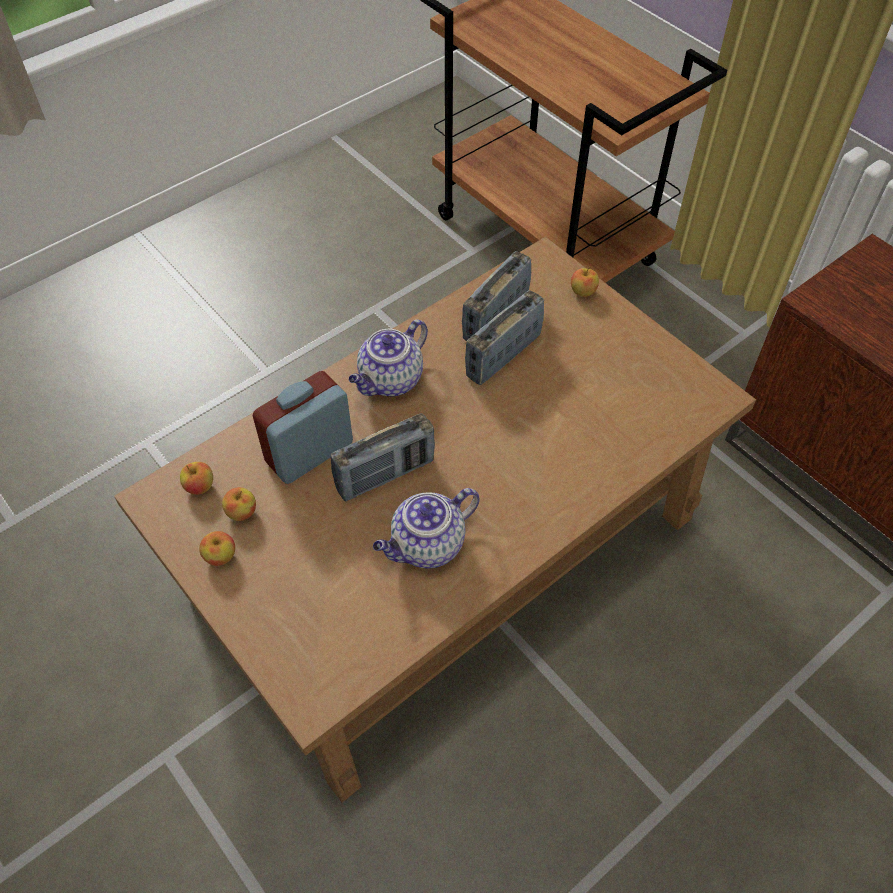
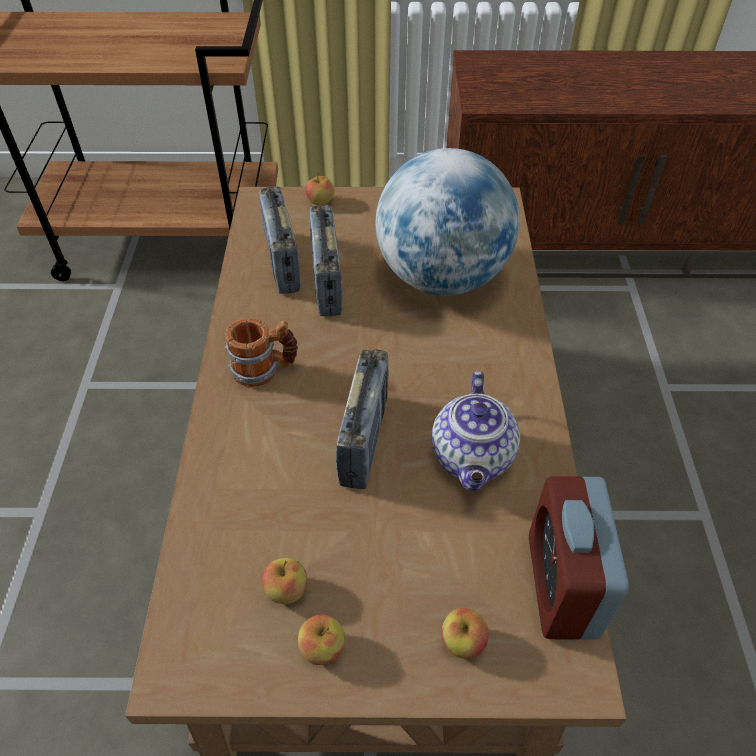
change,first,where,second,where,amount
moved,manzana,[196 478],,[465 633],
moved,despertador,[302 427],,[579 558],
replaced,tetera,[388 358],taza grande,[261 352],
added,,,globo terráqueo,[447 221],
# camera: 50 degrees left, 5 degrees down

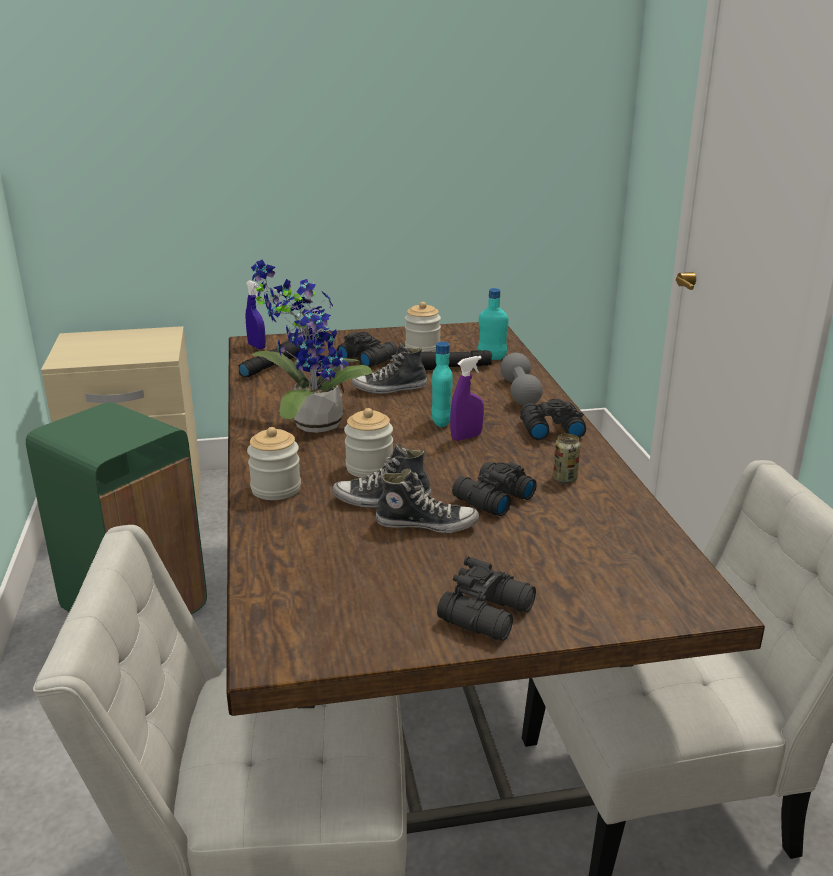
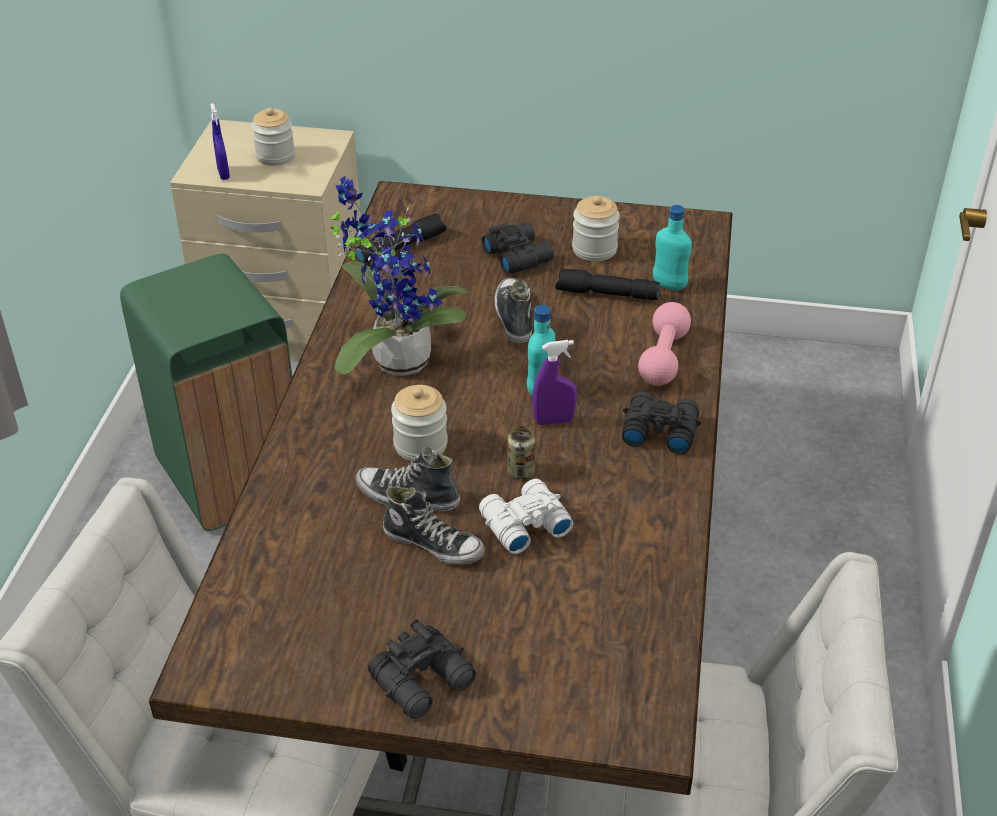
change,first,where,second,where,amount
moved,pulverizador [azul],[256 315],,[220 141],
moved,tarro,[274 463],,[273 137],
turned,zapato,[389 368],,[513 310],75 degrees clockwise
recoloured,prismáticos [negro],[494 489],prismáticos [blanco],[526 516],
recoloured,mancuerna [gris],[521 379],mancuerna [rosa],[664 344],
moved,lata,[566 458],,[521 452],
# camera: 20 degrees right, 15 degrees up

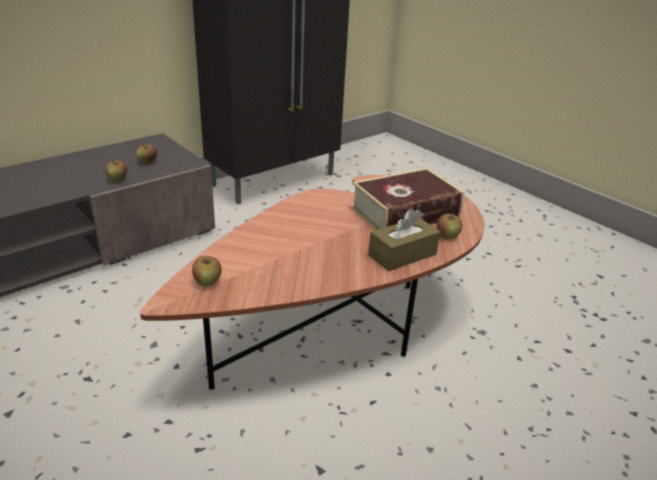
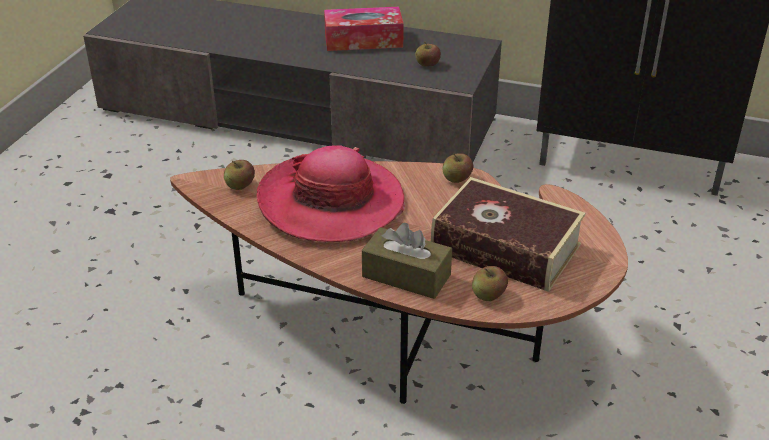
change,first,where,second,where,amount
moved,manzana,[116 171],,[458 168],
added,,,sombrero,[331 193],
added,,,caja de pañuelos,[364 29],
# camera: 60 degrees right, 5 degrees up

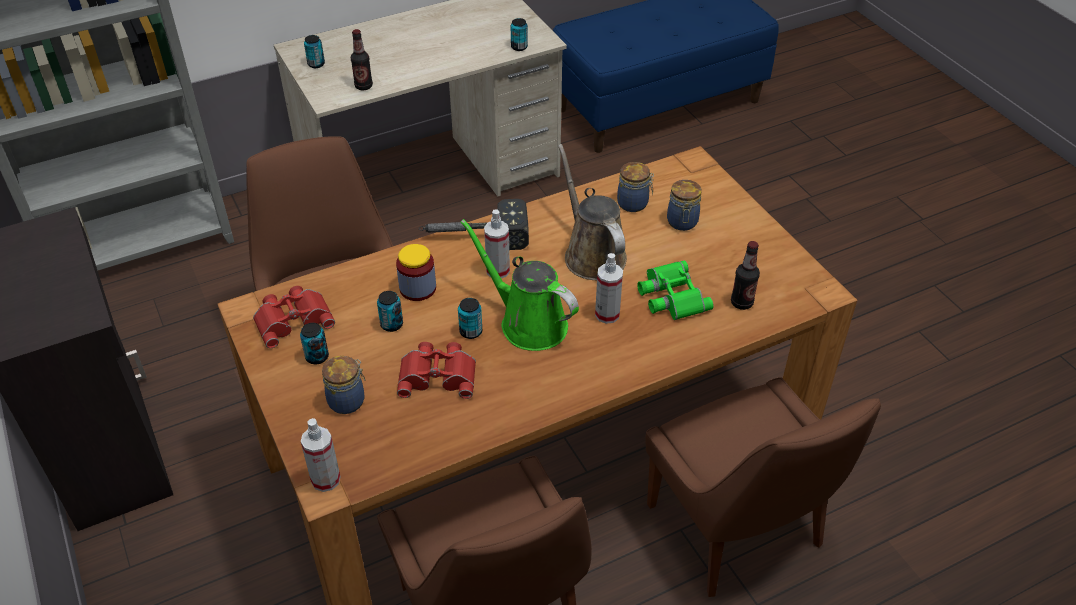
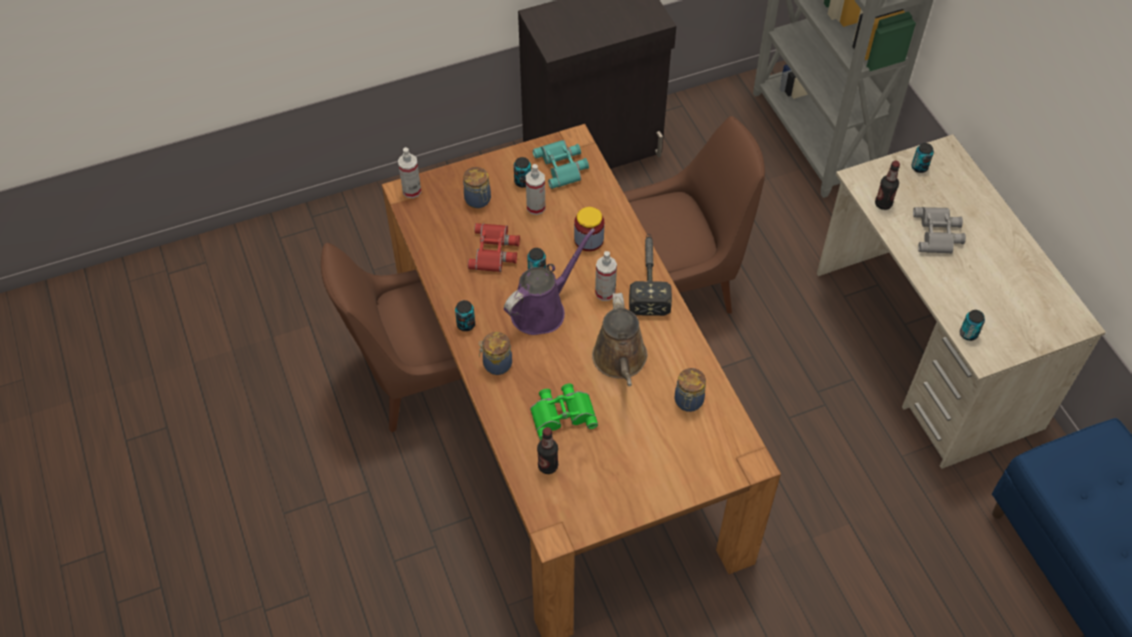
change,first,where,second,where,amount
recoloured,prismáticos [rojo],[294 317],prismáticos [turquesa],[561 164],
moved,lata,[390 311],,[465 315],
recoloured,regadera [verde],[520 285],regadera [morado],[550 281],
turned,regadera [marrón],[592 212],,[619 339],105 degrees clockwise
moved,pulverizador,[609 288],,[535 189],
removed,silla [marrón],[763 487],,,
moved,tarro,[684 205],,[495 353],
added,,,prismáticos [gris],[939 230],
# camera: 95 degrees right, 10 degrees up

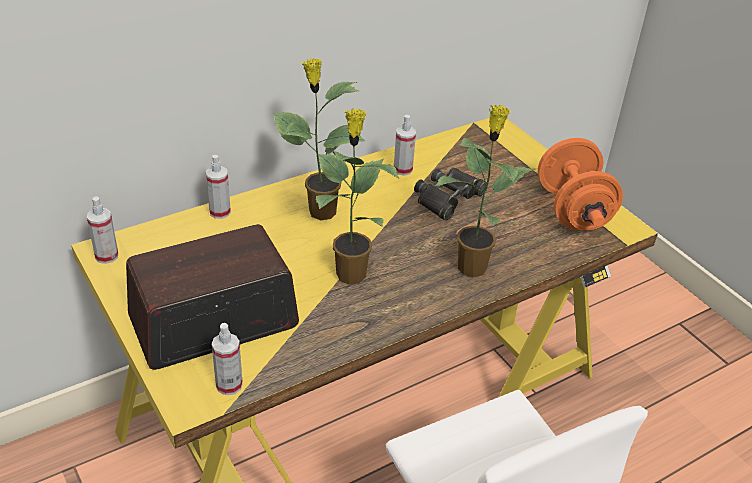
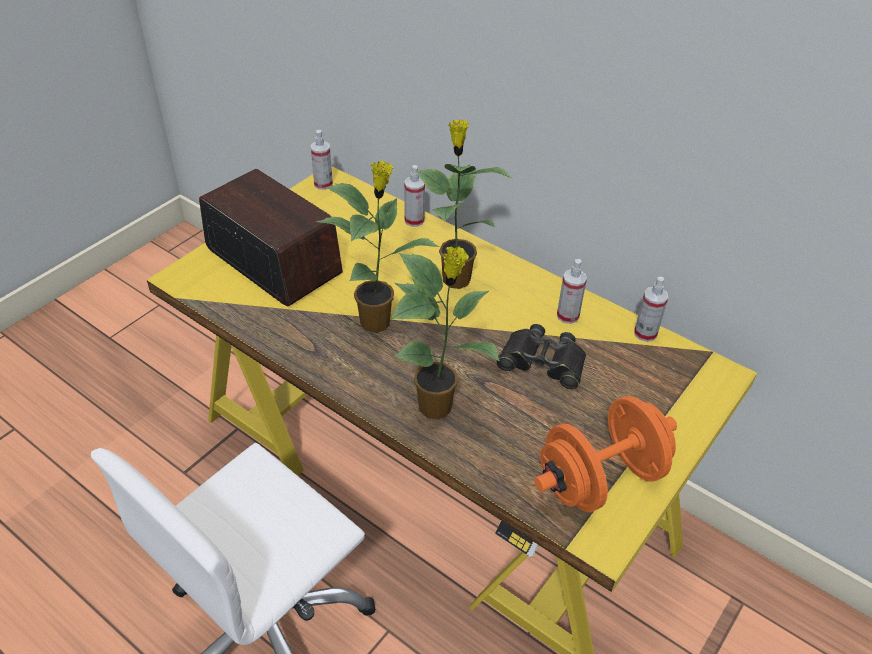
change,first,where,second,where,amount
moved,pulverizador,[227 359],,[651 309],
# camera: 70 degrees right, 5 degrees up

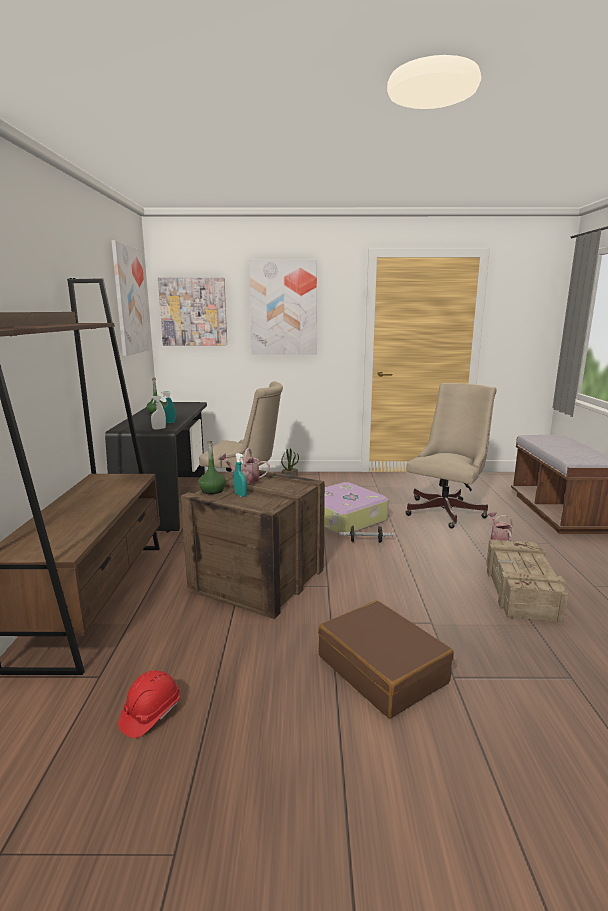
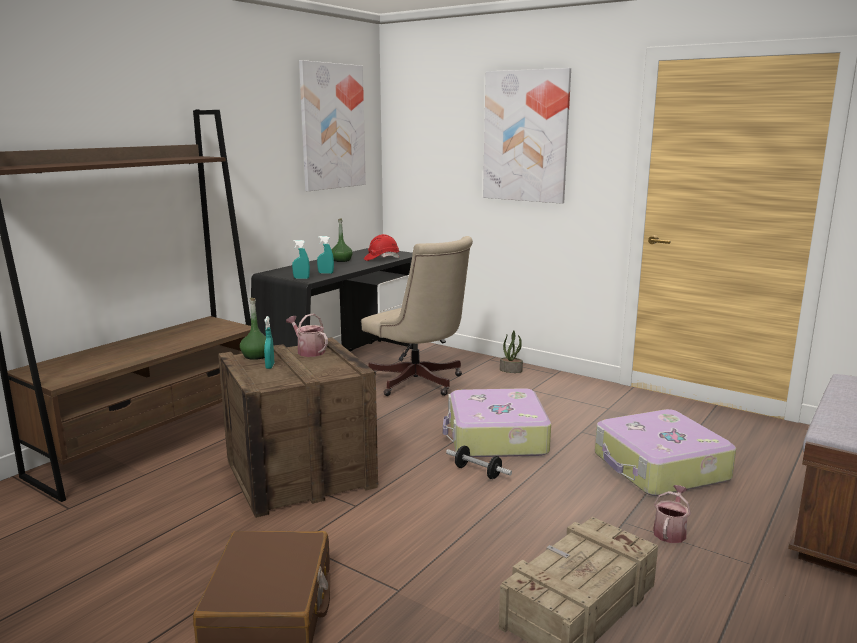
change,first,where,second,where,amount
moved,casco [rojo],[149 704],,[381 247],
recoloured,pulverizador [blanco],[158 413],pulverizador [turquesa],[301 259],
removed,cuadro,[192 311],,,
replaced,silla de oficina [beis],[451 455],maleta,[665 452],
# camera: 35 degrees right, 0 degrees up

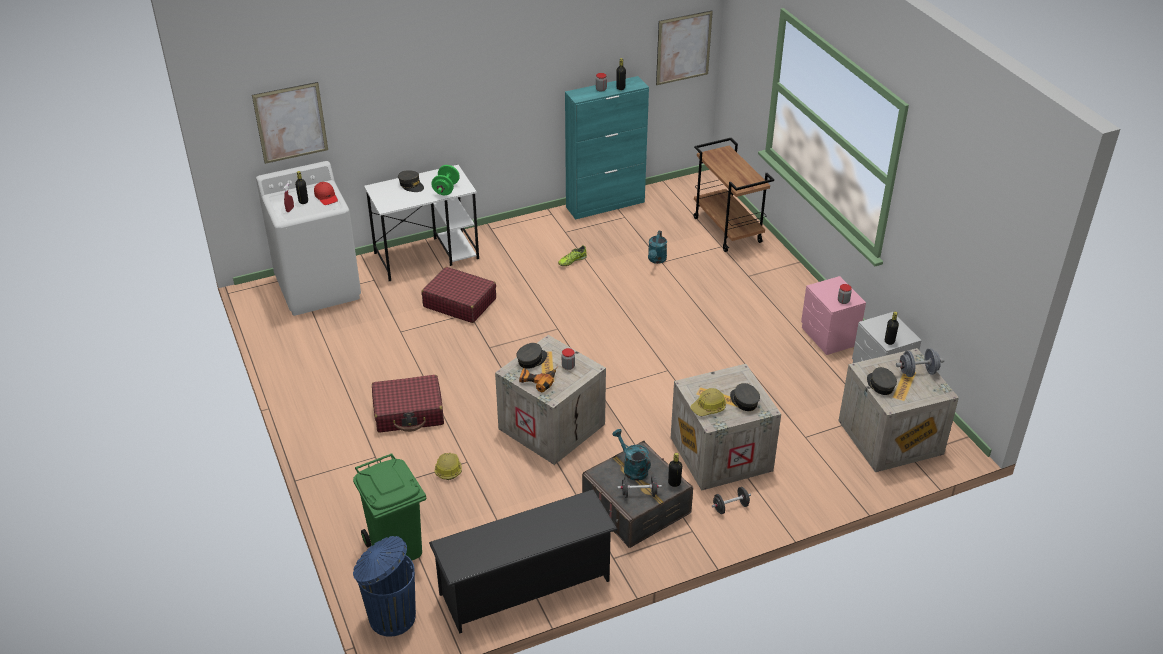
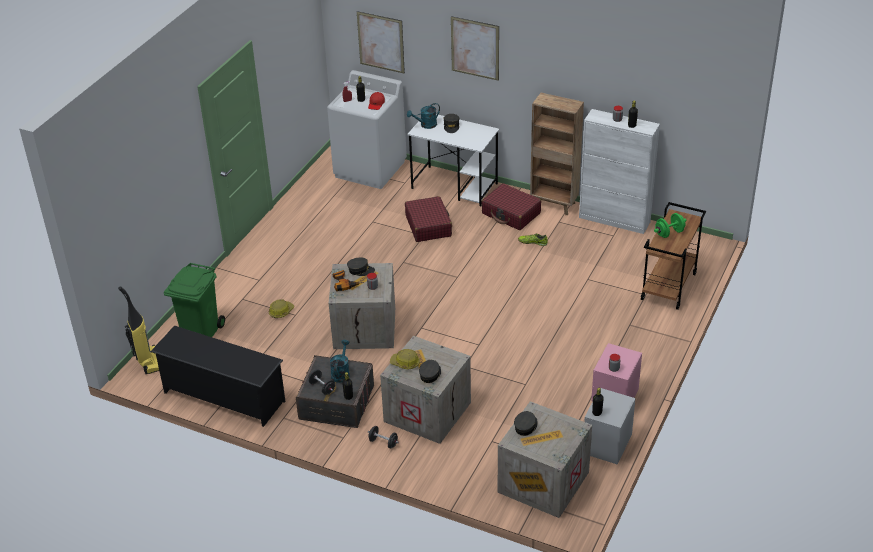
change,first,where,second,where,amount
replaced,papelera [azul],[384 586],aspiradora,[138 330],
moved,maleta [rojo],[408 404],,[511 206],
moved,mancuerna [verde],[445 180],,[670 225],
recoloured,armario [turquesa],[607 148],armario [blanco],[619 171],
moved,regadera [turquesa],[657 247],,[423 116],
moved,cuadro,[684 48],,[475 48],
removed,mancuerna [gris],[920 362],,,
added,,,estantería [marrón],[557 154],
# camera: 50 degrees right, 0 degrees up

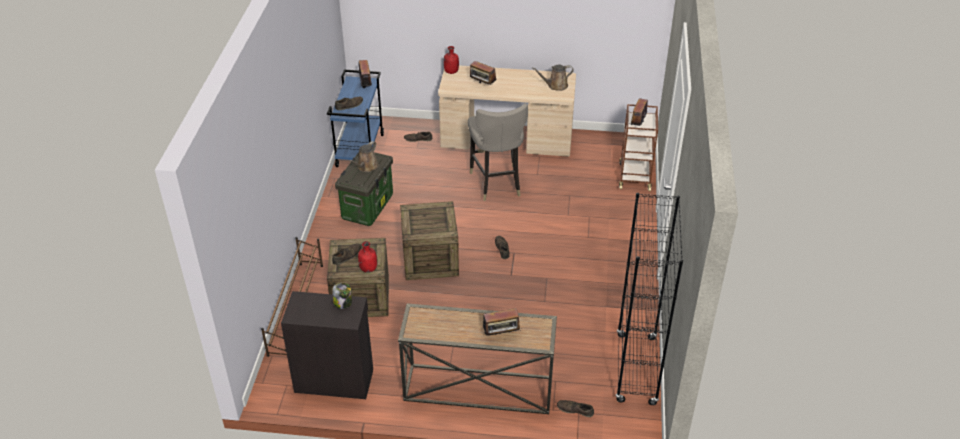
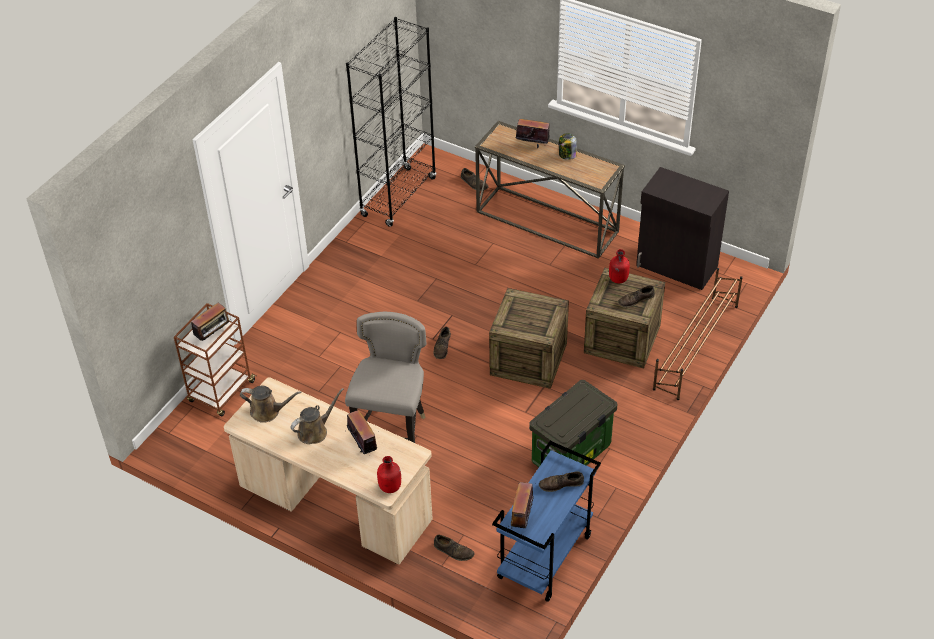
change,first,where,second,where,amount
moved,tarro,[342 296],,[568 146],
moved,regadera [marrón],[364 156],,[317 416],
# camera: 155 degrees left, 5 degrees up

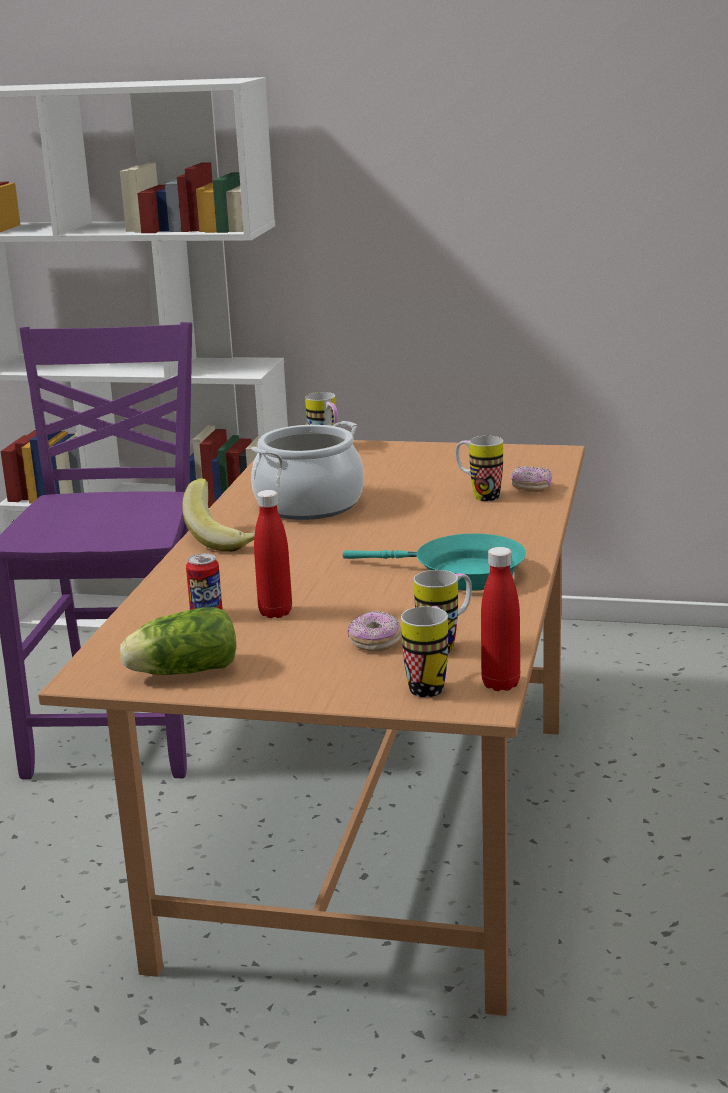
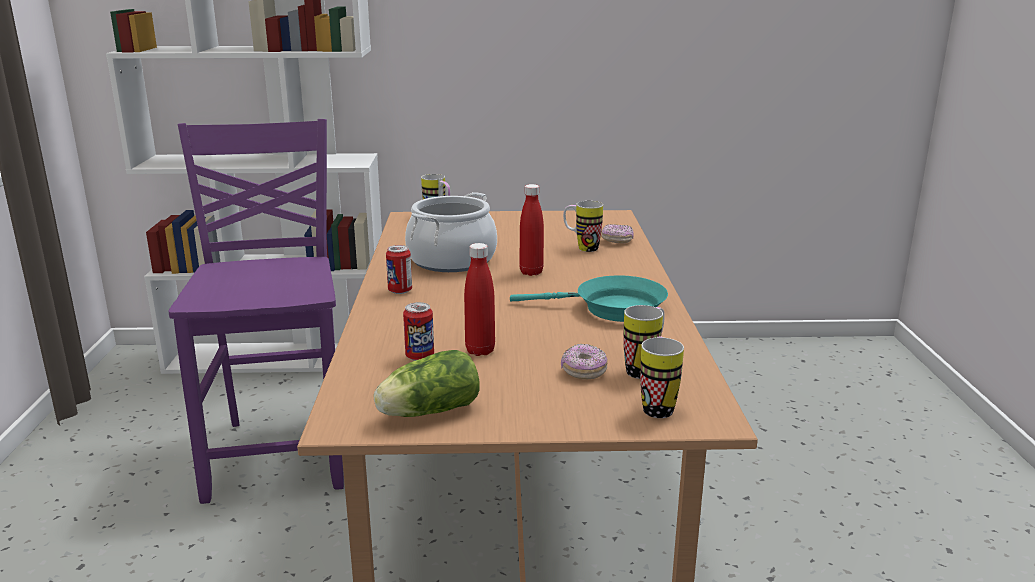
change,first,where,second,where,amount
replaced,plátano,[218 515],lata,[399 269],
moved,botella [rojo],[500 619],,[531 230],
# camera: 15 degrees left, 0 degrees up

